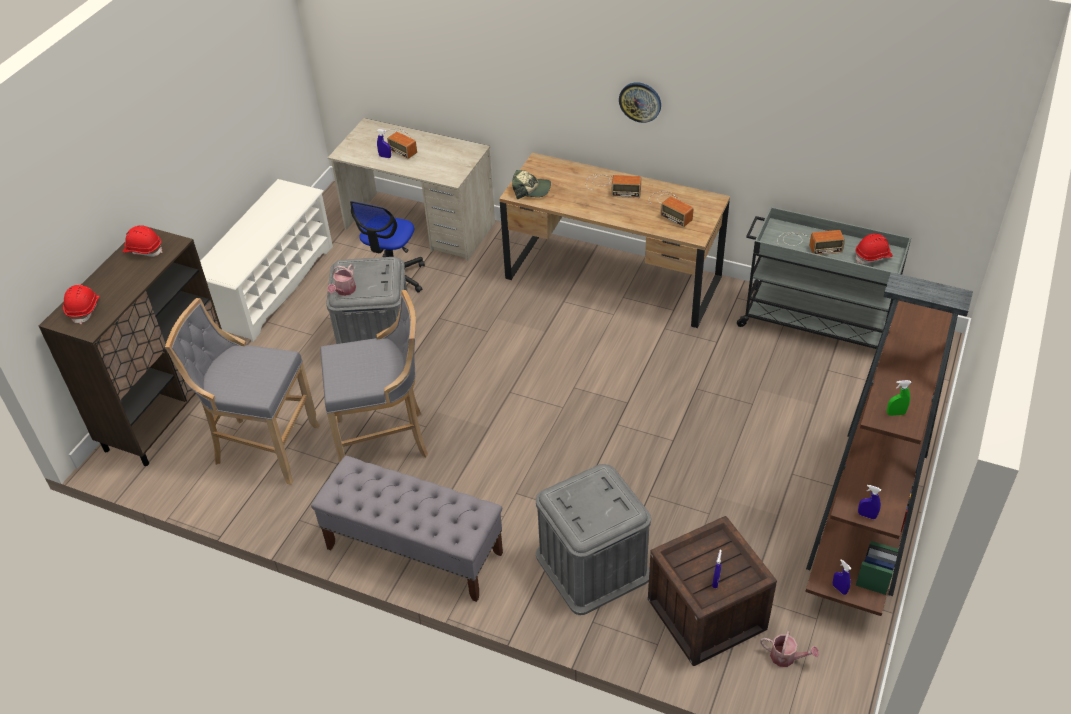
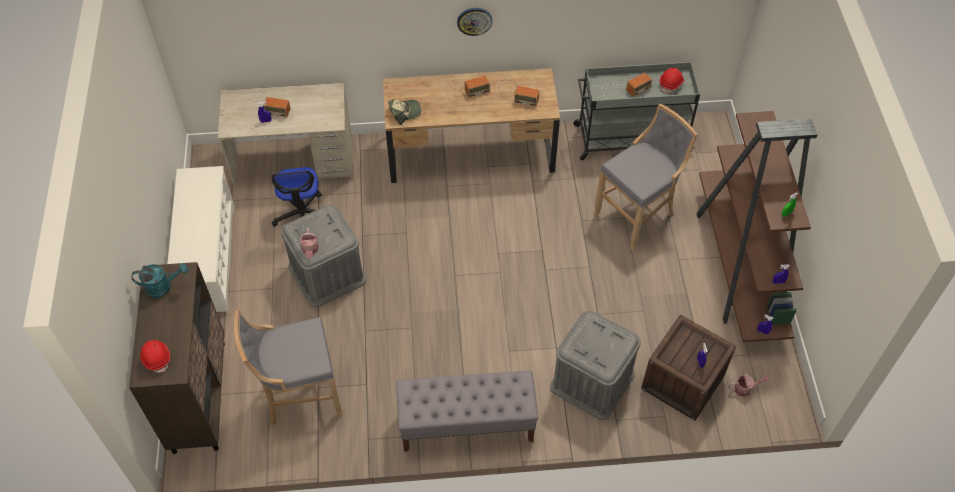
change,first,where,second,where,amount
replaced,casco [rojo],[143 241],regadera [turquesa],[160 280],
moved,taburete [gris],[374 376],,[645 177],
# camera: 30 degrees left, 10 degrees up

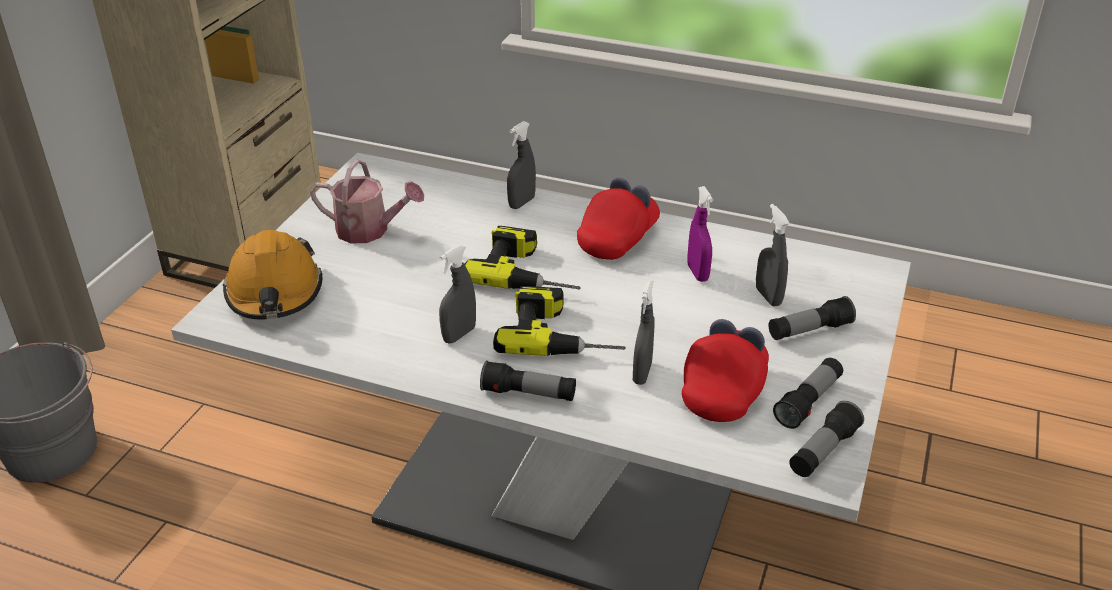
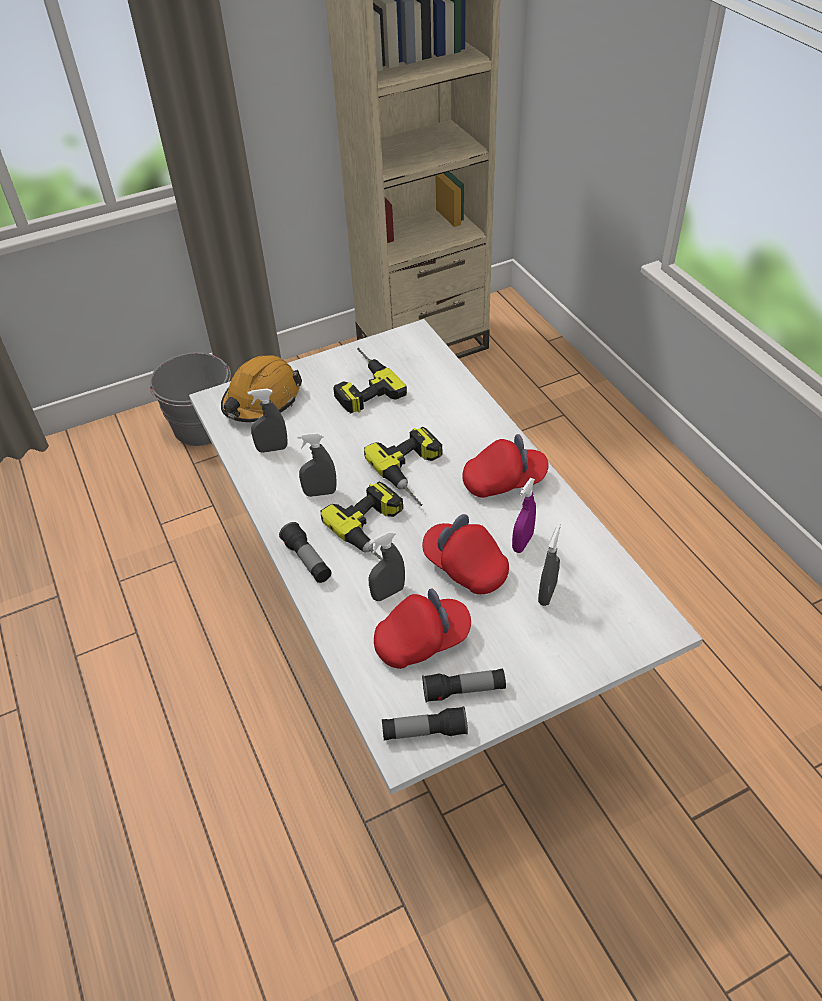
change,first,where,second,where,amount
replaced,regadera,[367 201],taladro,[370 380],
moved,pulverizador [gris],[521 165],,[267 420],
removed,linterna,[812 318],,,
added,,,gorra [rojo],[465 554],
# camera: 45 degrees right, 10 degrees up

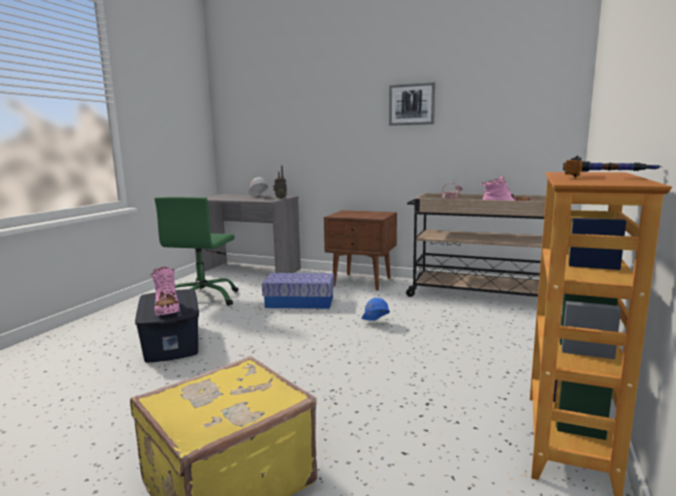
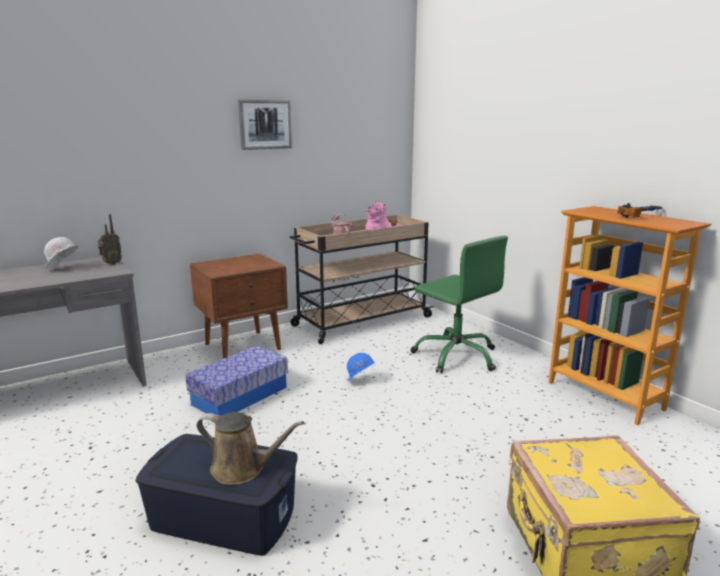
change,first,where,second,where,amount
replaced,bota [rosa],[165 291],regadera [marrón],[250 448],
moved,silla de oficina [verde],[196 251],,[459 305],
# camera: 55 degrees left, 5 degrees up

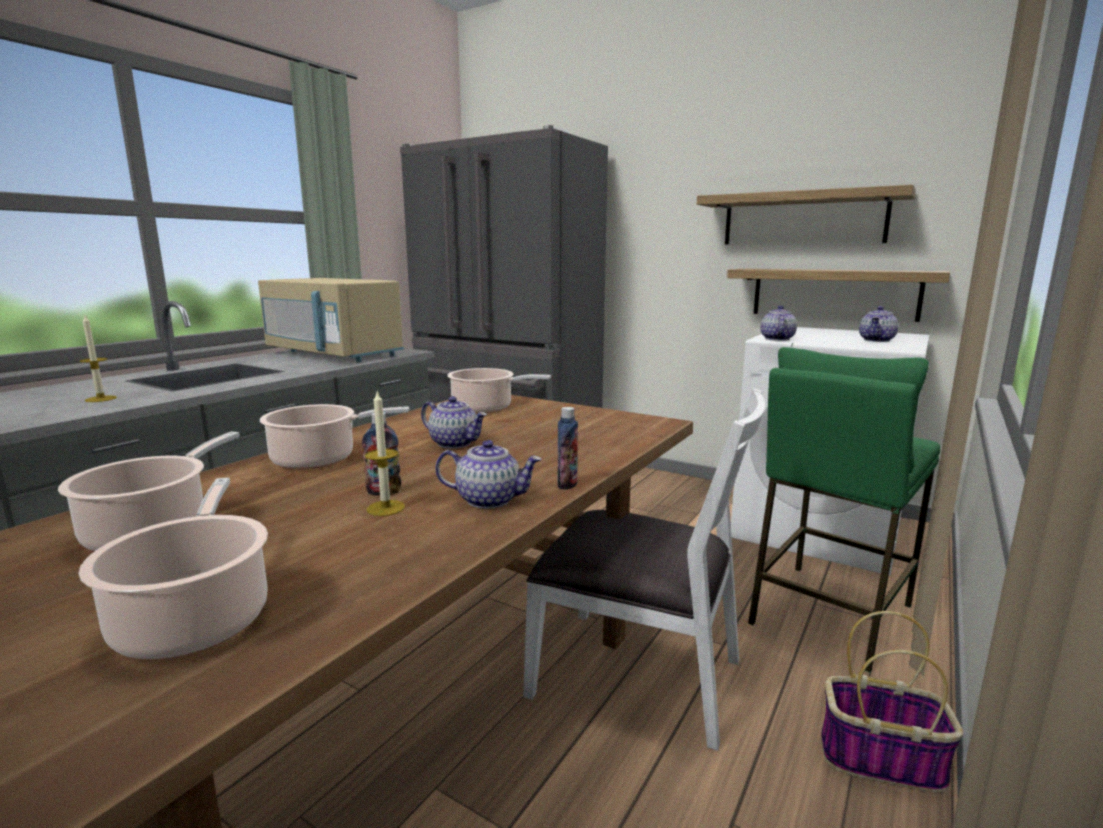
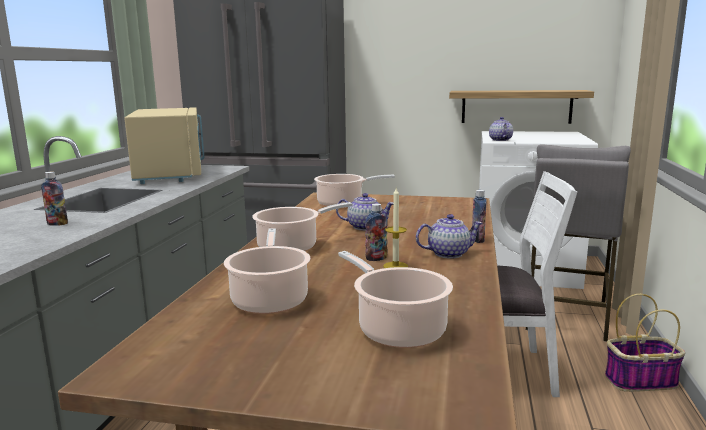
change,first,where,second,where,amount
replaced,vela,[98 358],botella,[54 199],
turned,microondas [beis],[331 320],,[164 145],120 degrees counterclockwise
removed,estante,[806 214],,,
recoloured,taburete [verde],[844 509],taburete [gris],[578 243],
removed,tetera,[878 324],,,
# camera: 20 degrees left, 0 degrees up

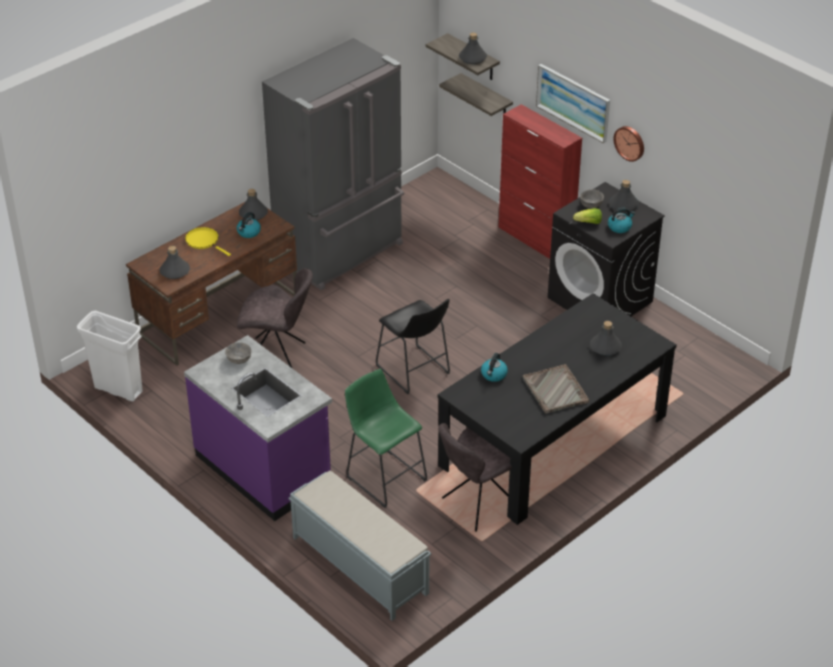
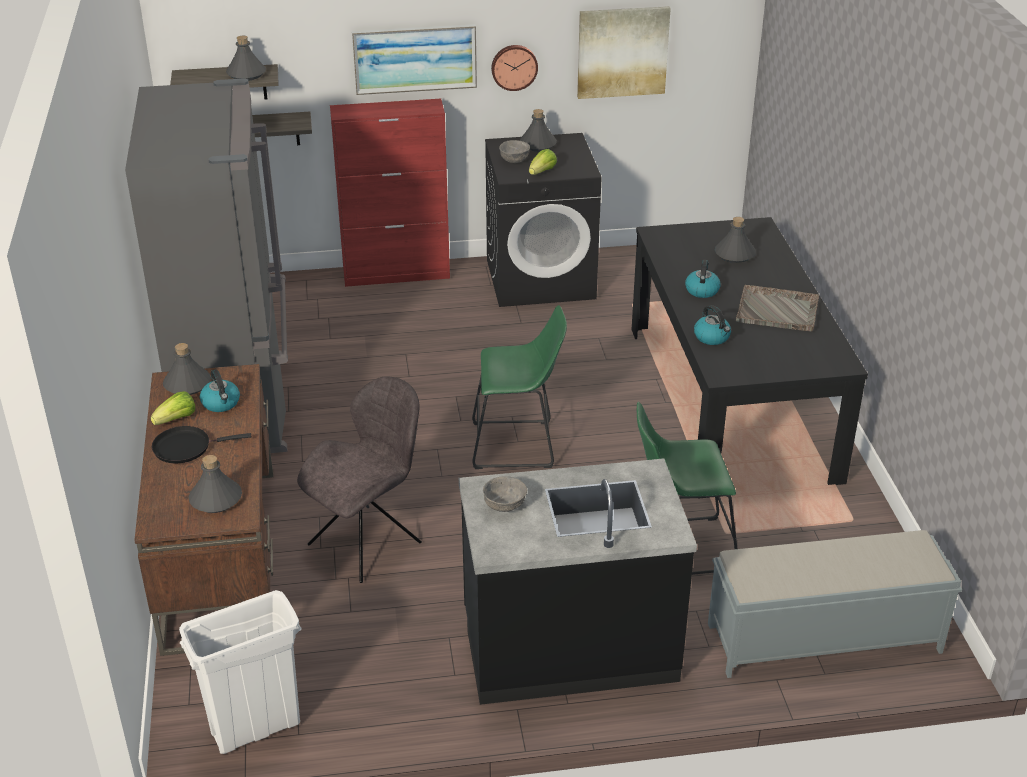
change,first,where,second,where,amount
recoloured,mueble bajo de cocina [morado],[258 428],mueble bajo de cocina [negro],[578 581],
recoloured,sartén [amarillo],[208 241],sartén [negro],[202 444],
recoloured,taburete [negro],[413 347],taburete [verde],[519 387],
removed,silla [gris],[475 477],,,
moved,hervidor,[621 220],,[703 279],
added,,,lechuga,[173 408],
added,,,cuadro,[624 52],
# camera: 55 degrees left, 5 degrees down

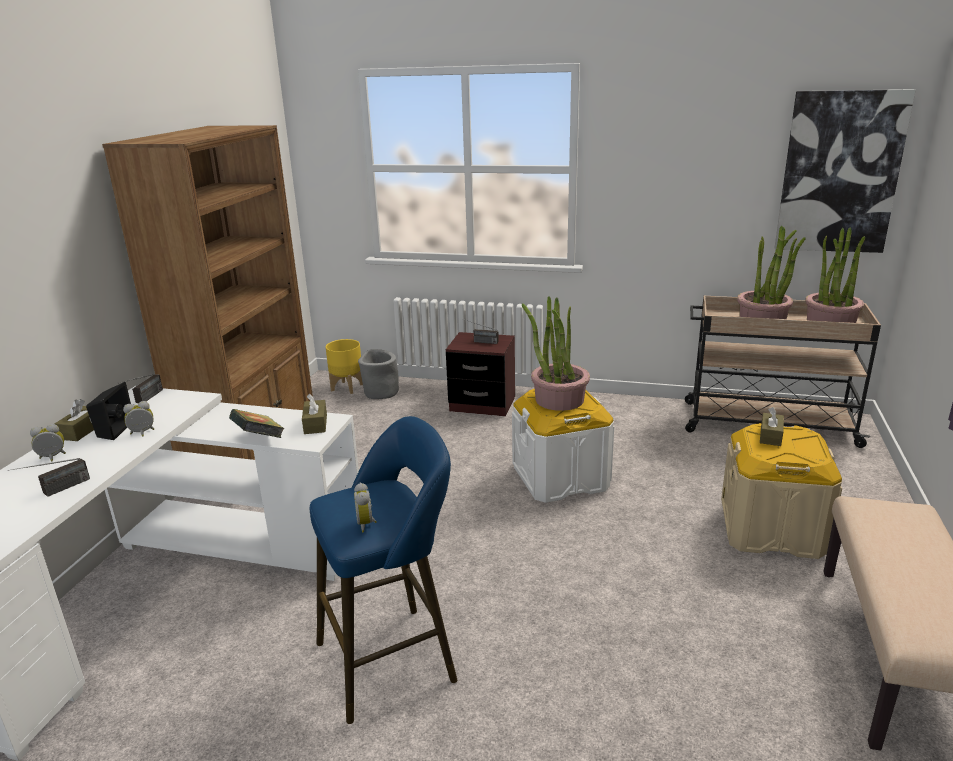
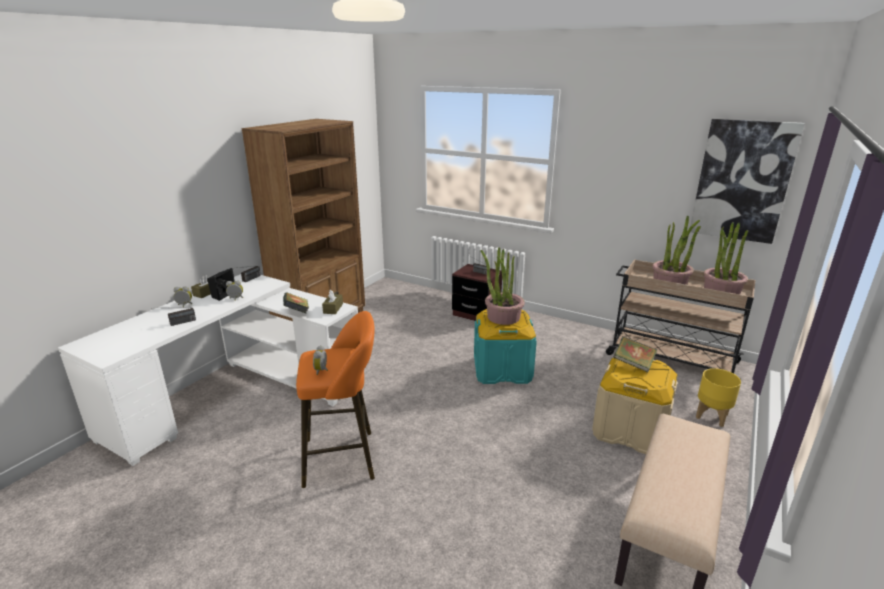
change,first,where,second,where,amount
recoloured,taburete [azul],[383 570],taburete [naranja],[335 399],
moved,maceta [amarillo],[344 366],,[718 397],
removed,maceta [gris],[378 374],,,
recoloured,caja de almacenaje [blanco],[563 446],caja de almacenaje [turquesa],[505 346],
replaced,caja de pañuelos [marrón],[772 426],libro,[635 354],
# camera: 15 degrees right, 0 degrees up

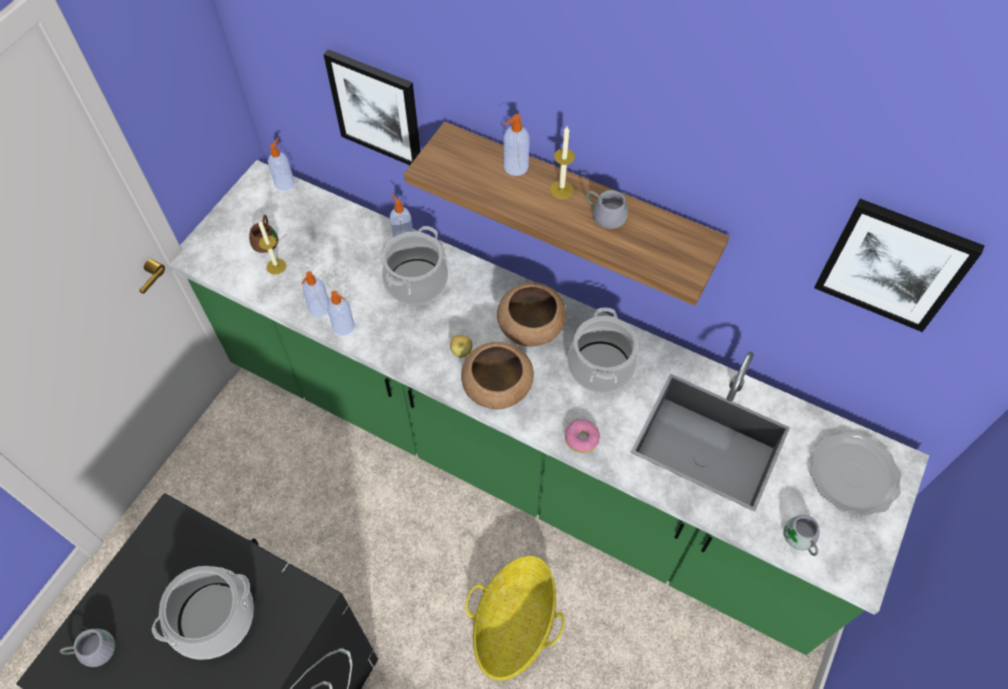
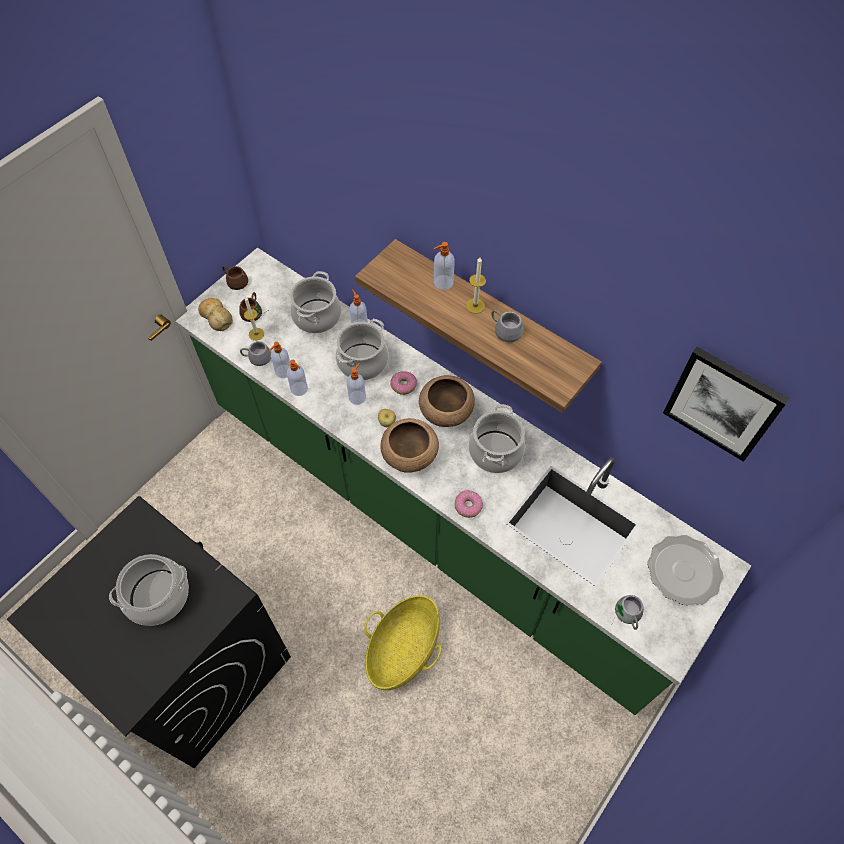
change,first,where,second,where,amount
moved,taza grande [gris],[87 647],,[255 353],
moved,dispensador de jabón,[281 164],,[356 384],
removed,cuadro,[372 107],,,
added,,,pan,[215 314],
added,,,taza grande [marrón],[235 278],
added,,,olla,[315 302],
added,,,rosquilla,[403 383],
# camera: 10 degrees right, 0 degrees up

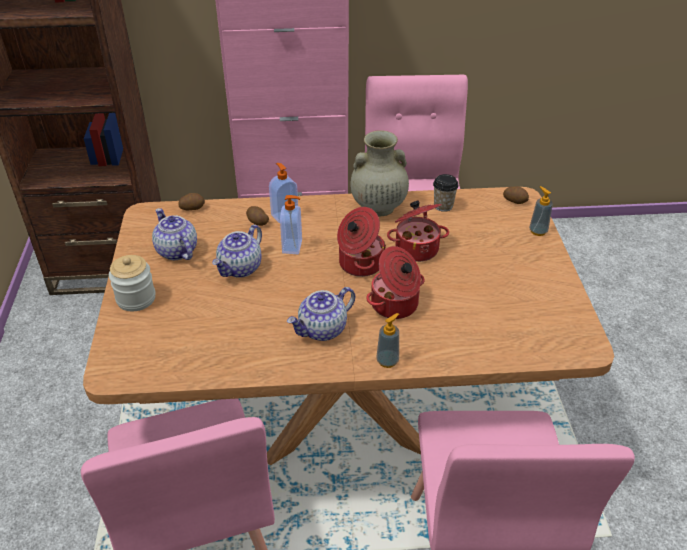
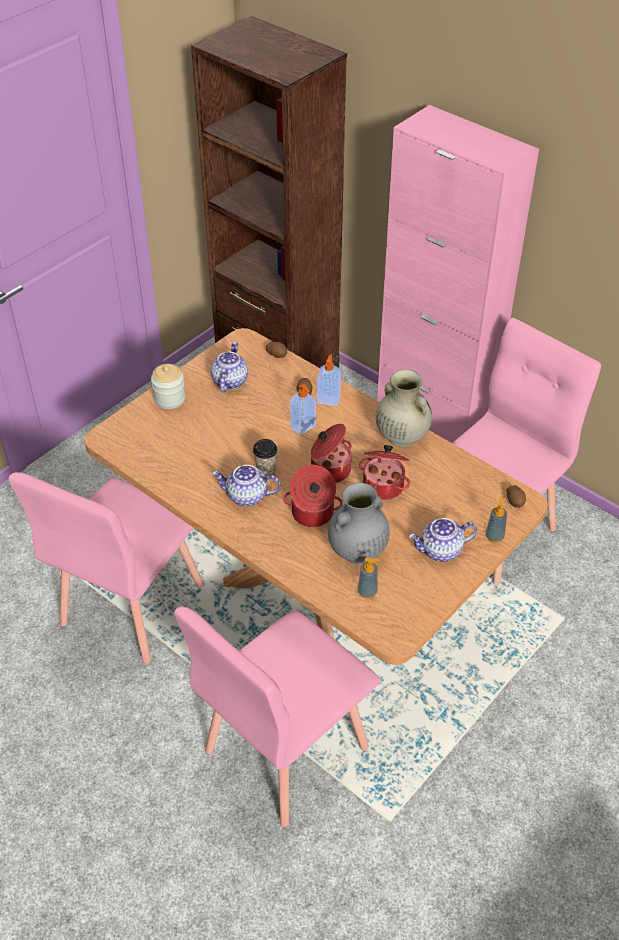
change,first,where,second,where,amount
moved,tetera,[237 251],,[443 540],
moved,dispensador de jabón,[387 340],,[369 578],
moved,taza,[446 193],,[265 457],
added,,,florero [gris],[359 523],
# camera: 45 degrees right, 5 degrees up

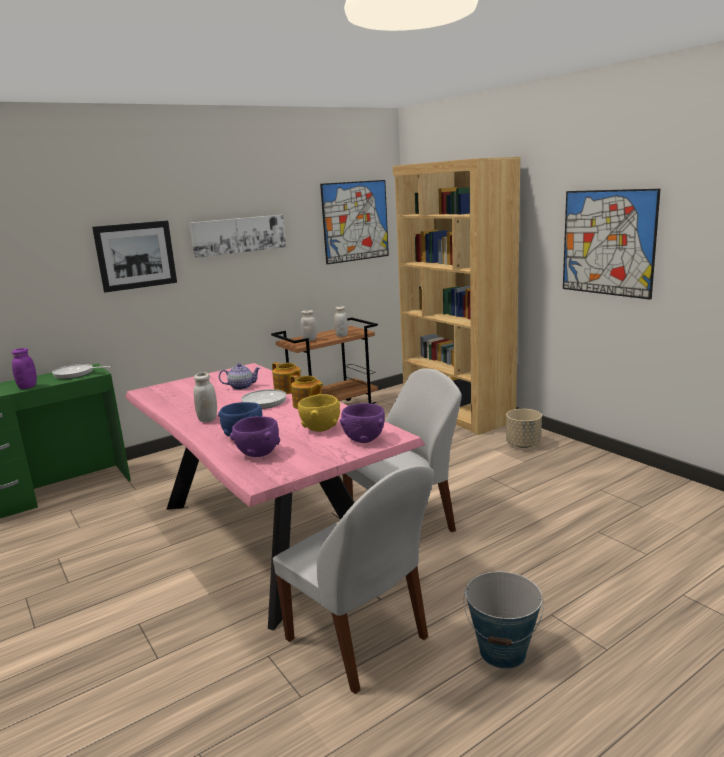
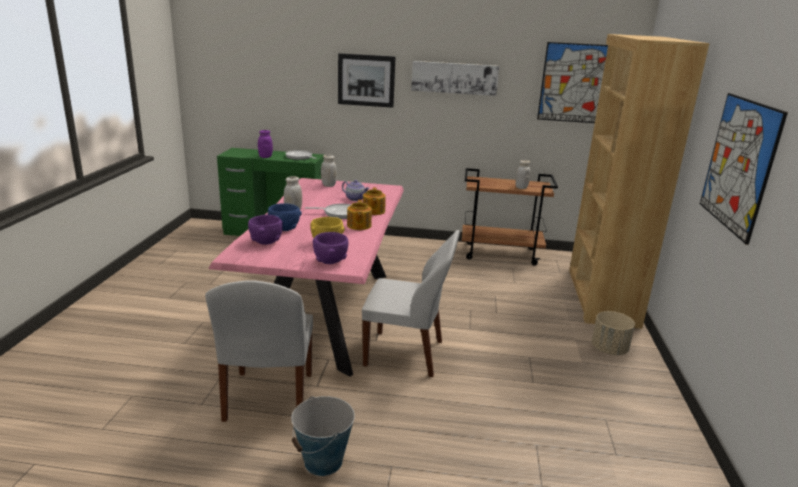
change,first,where,second,where,amount
moved,tarro [blanco],[308 325],,[329 171],
# camera: 40 degrees right, 5 degrees up

